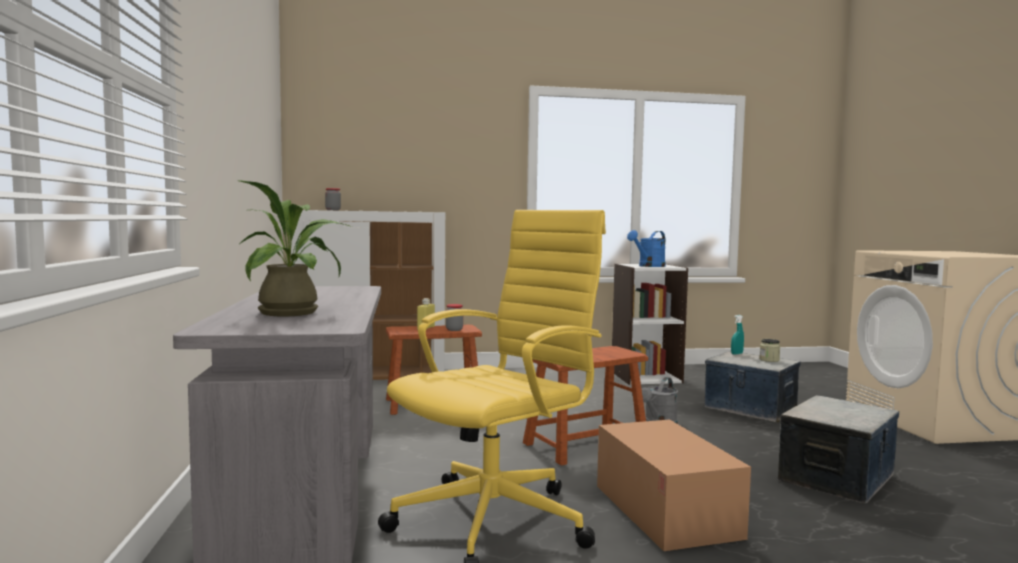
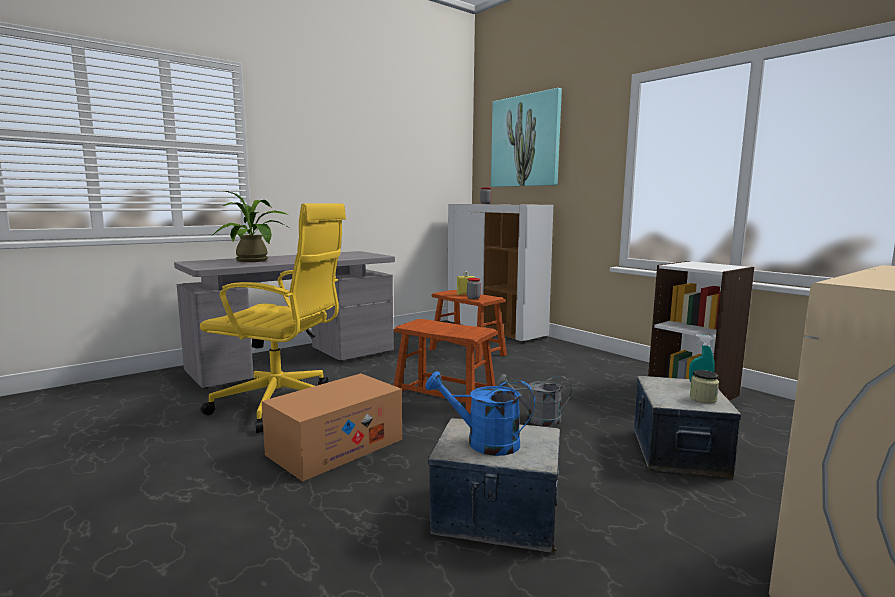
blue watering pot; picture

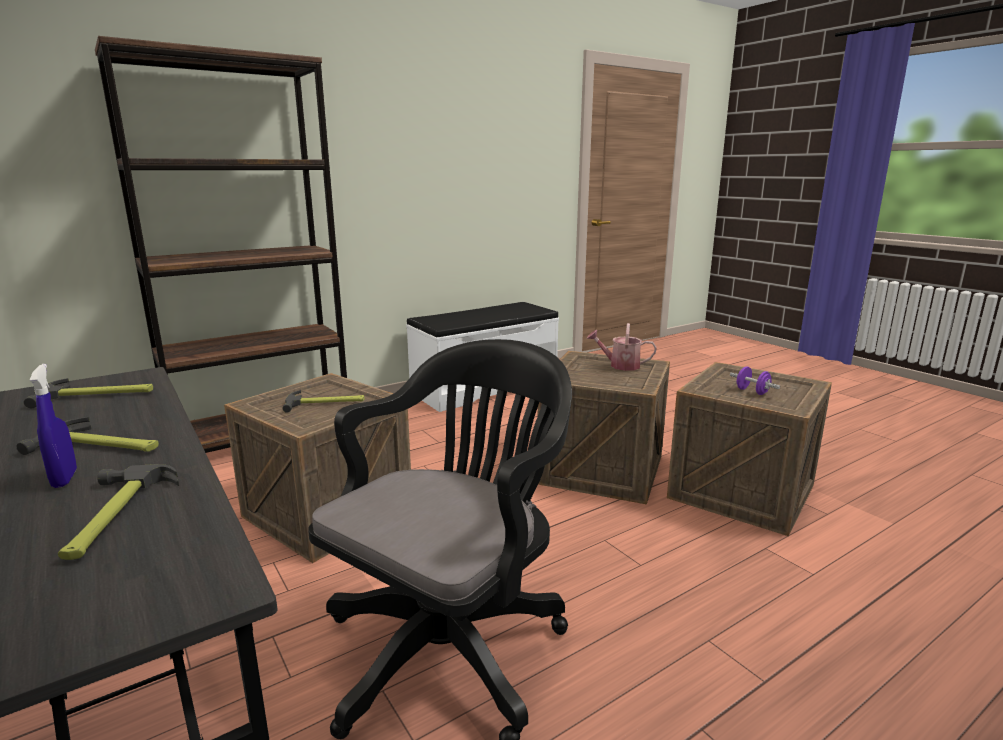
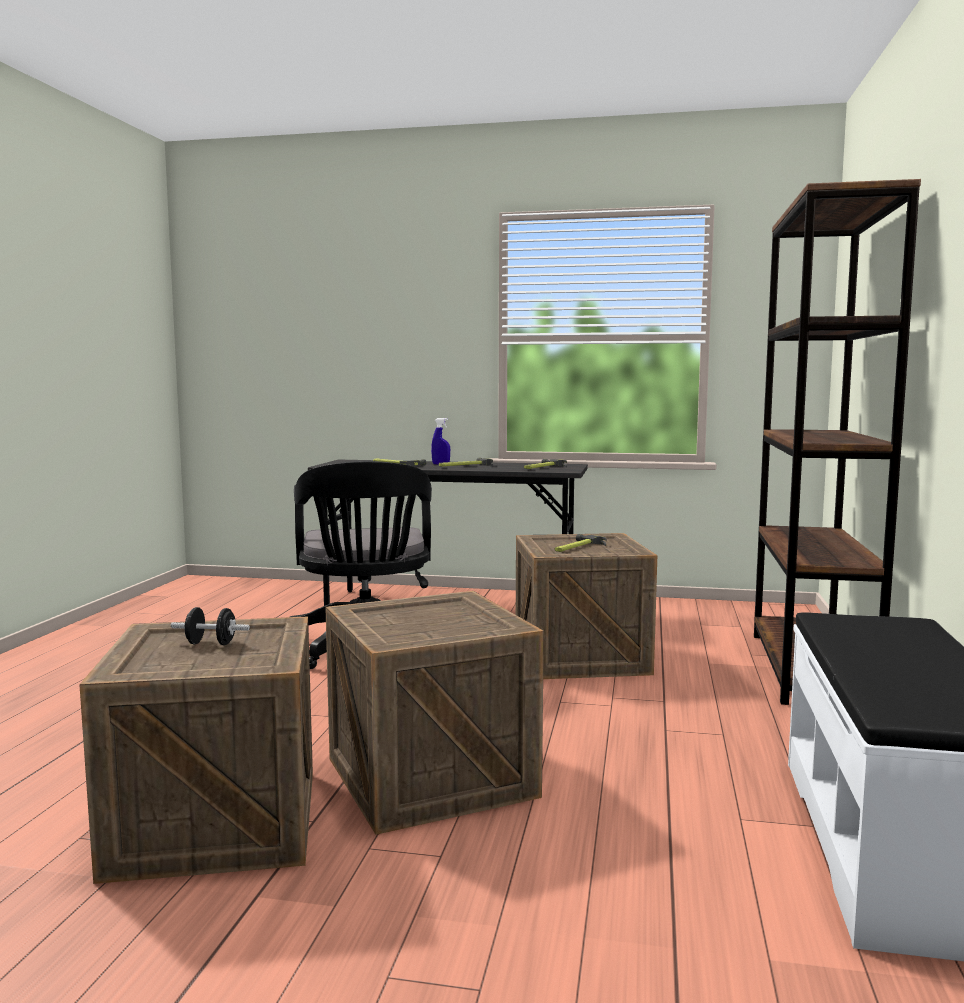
watering pot; blackish free weight

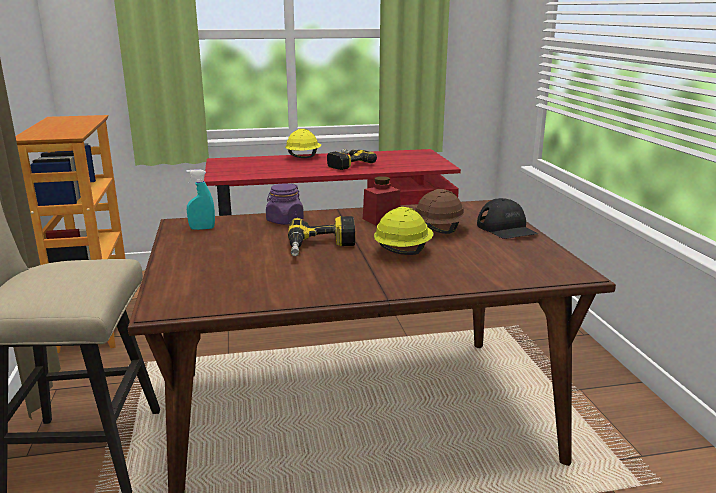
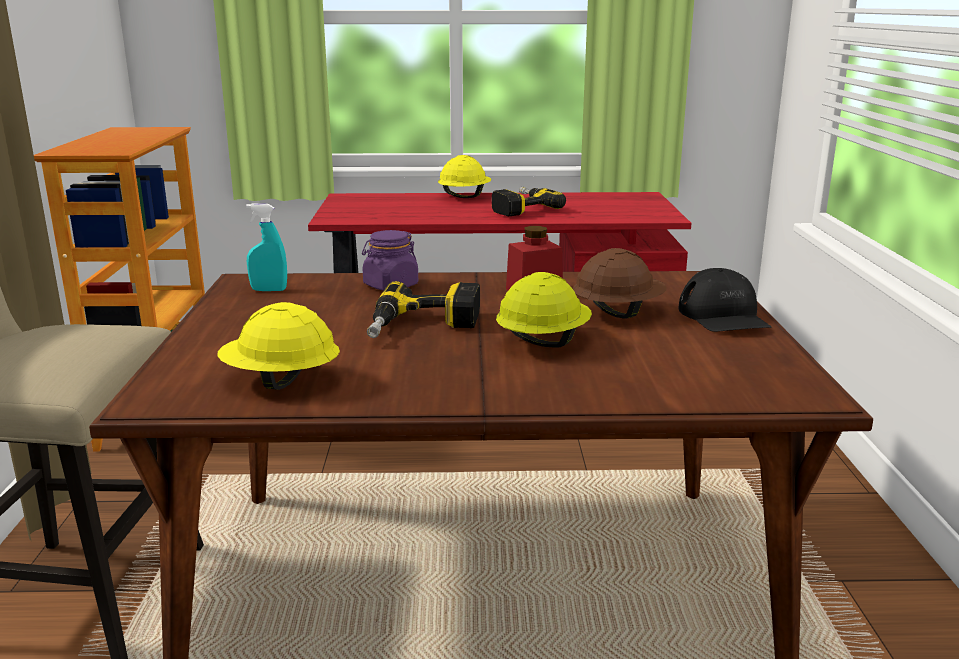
yellow hard hat (1st from left)

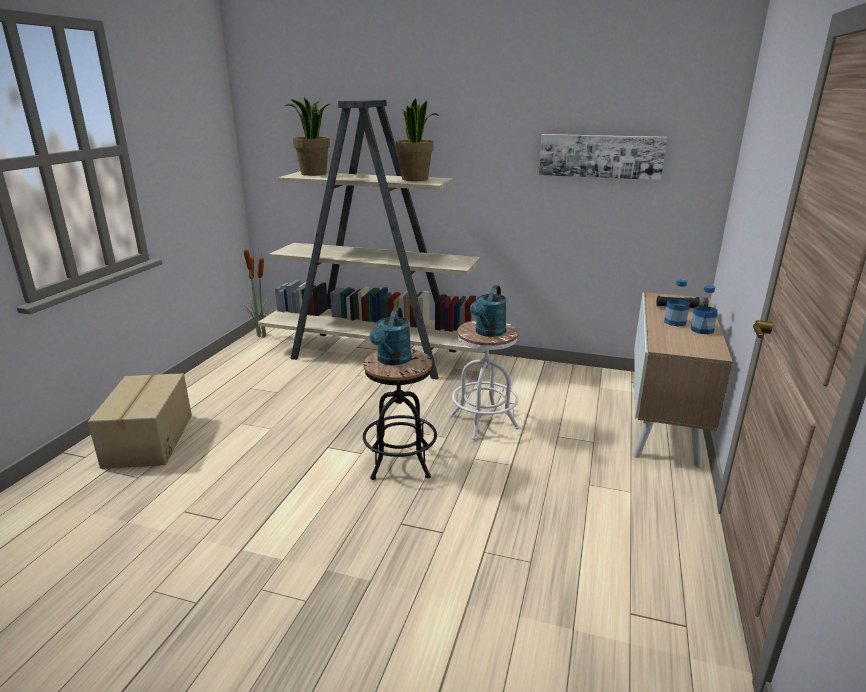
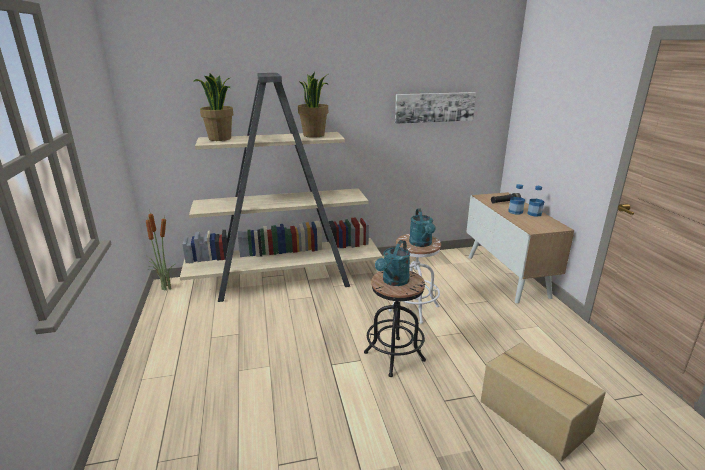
cardboard box; turquoise watering pot (1st from left)

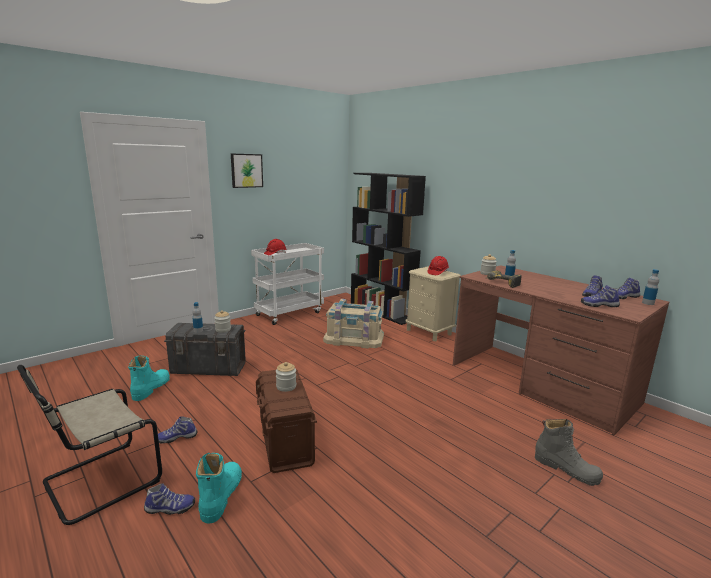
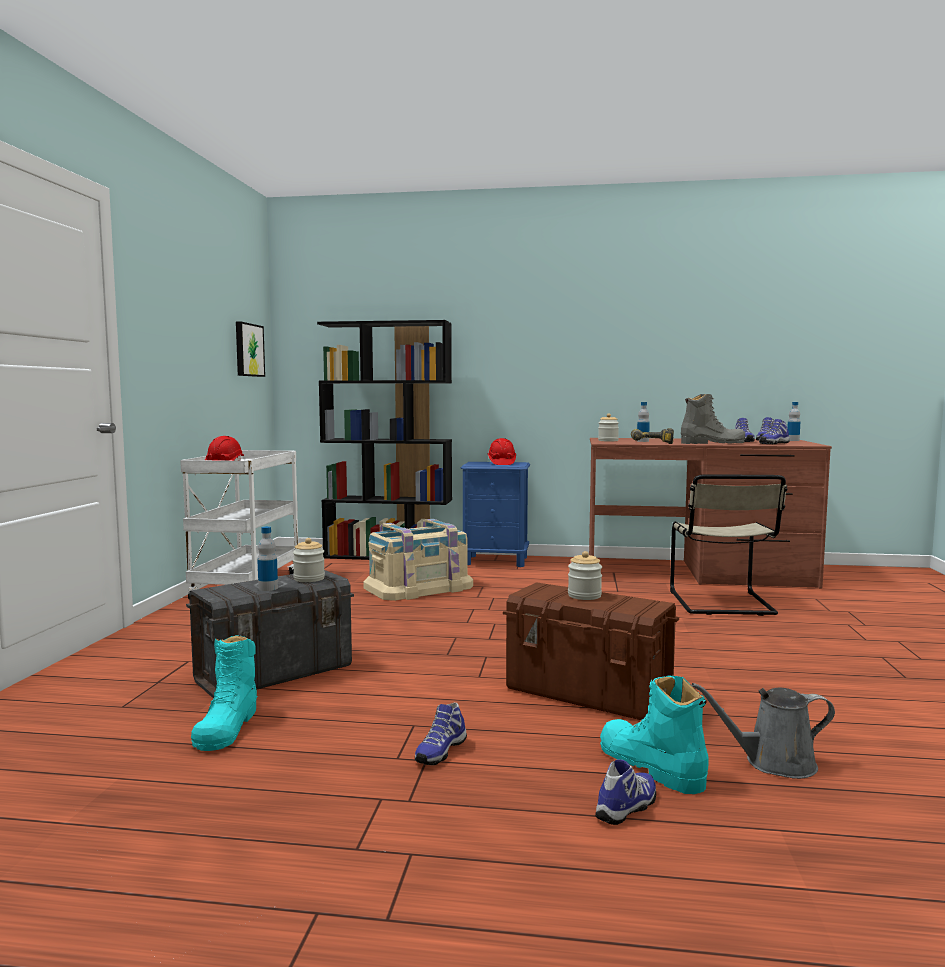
beige-coloured chair; turquoise boot (1st from left); picture; blue nightstand; gray boot; gray watering pot

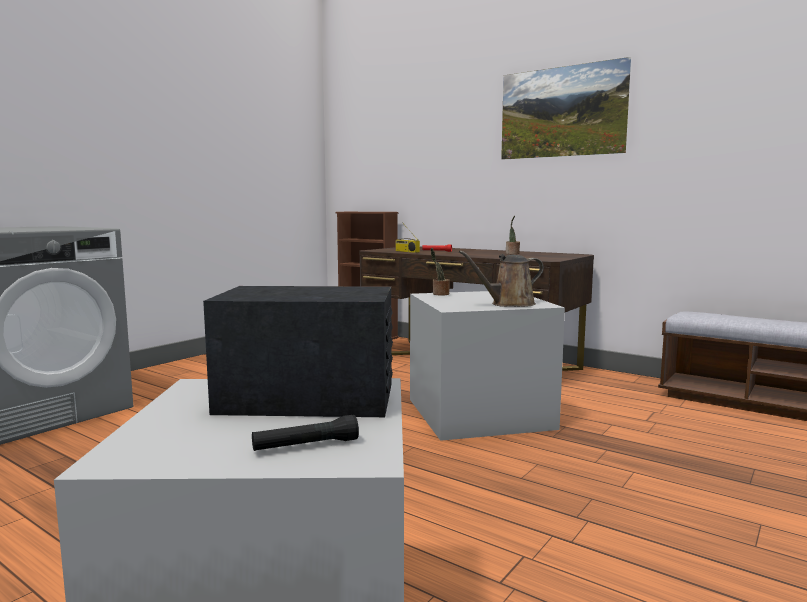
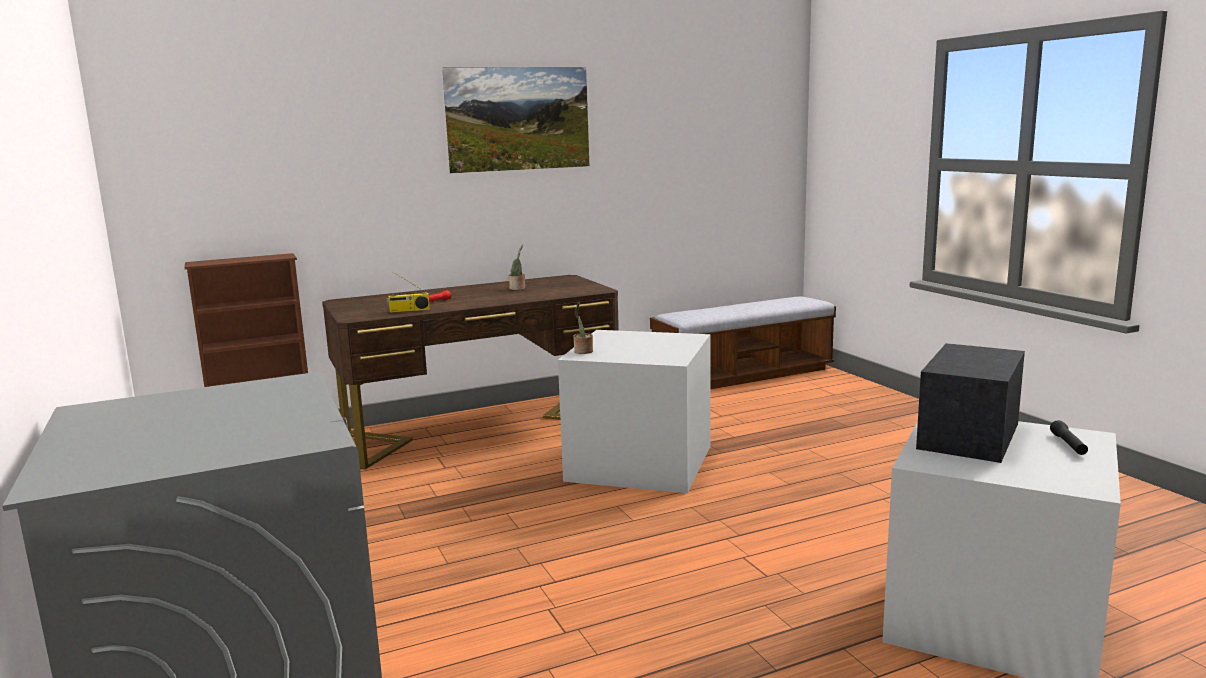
brown-coloured watering pot

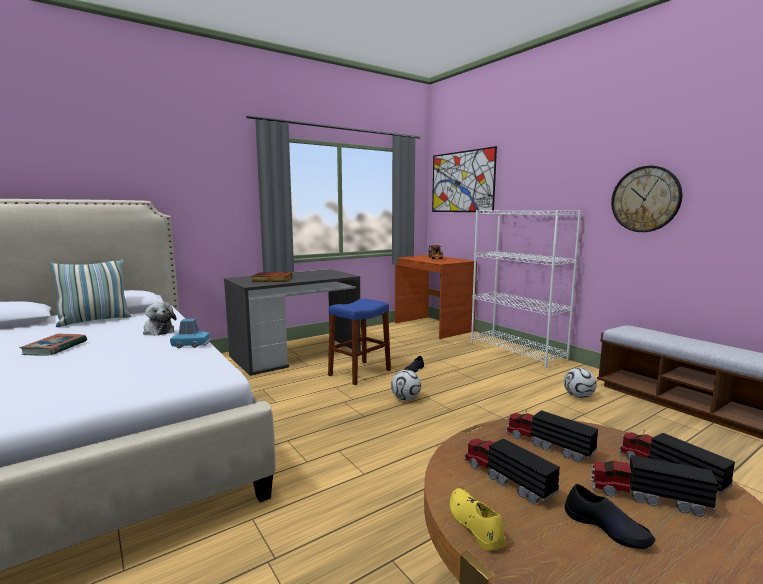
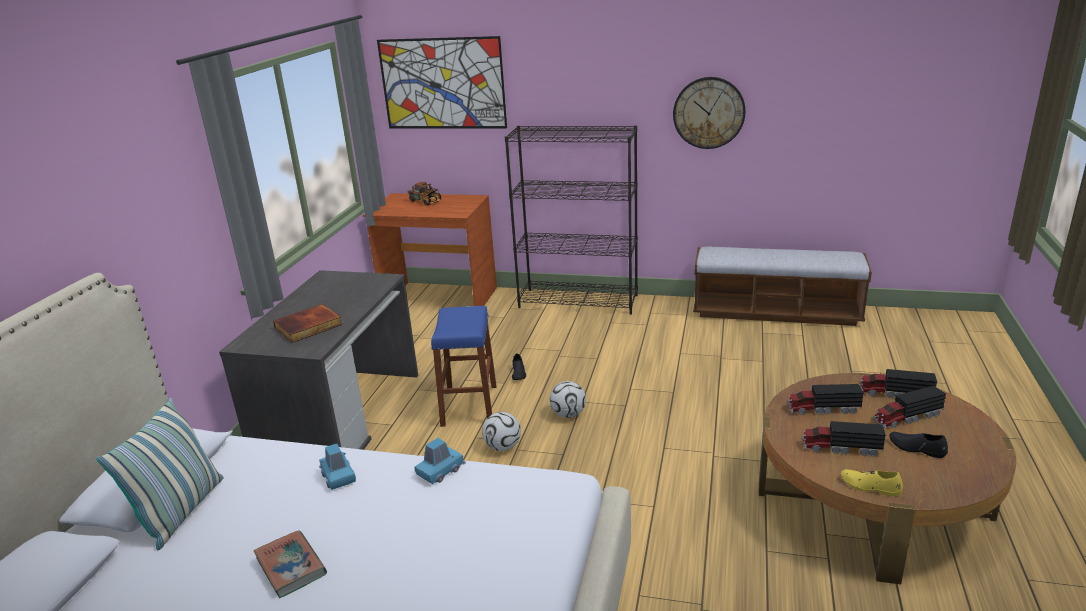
blue toy car (1st from left); blackish shelving unit; ball for football (1st from left); blackish item of footwear (2nd from left)

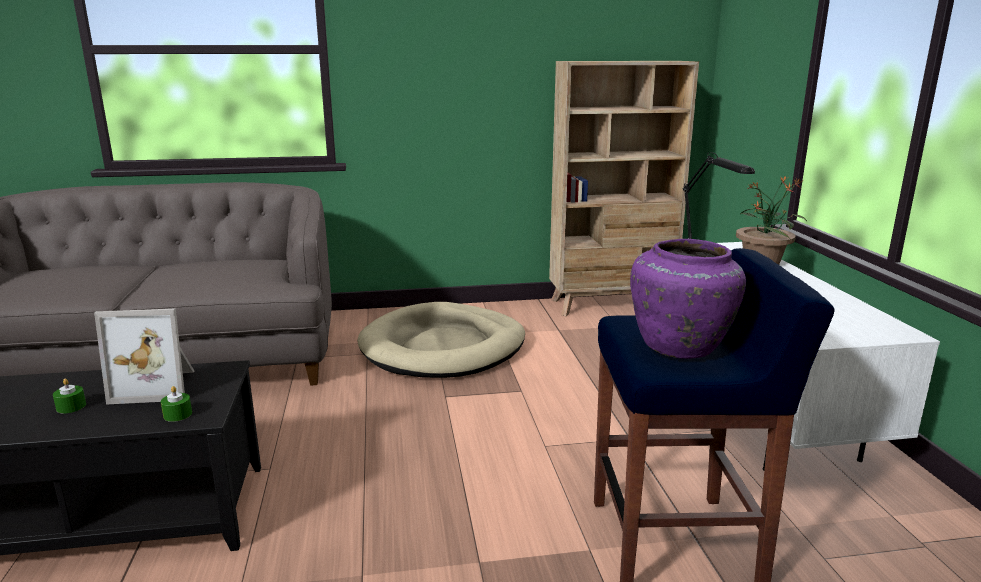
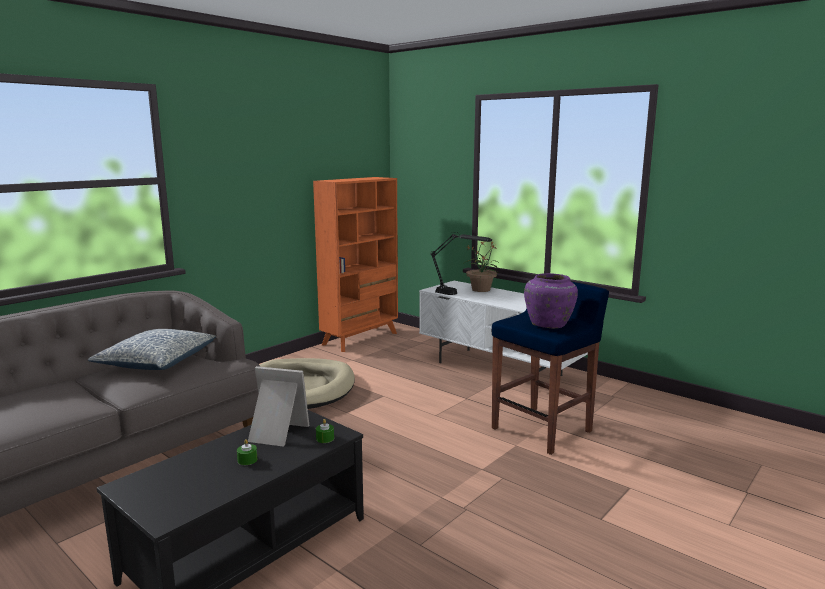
standing frame; orangey shelving unit; pillow

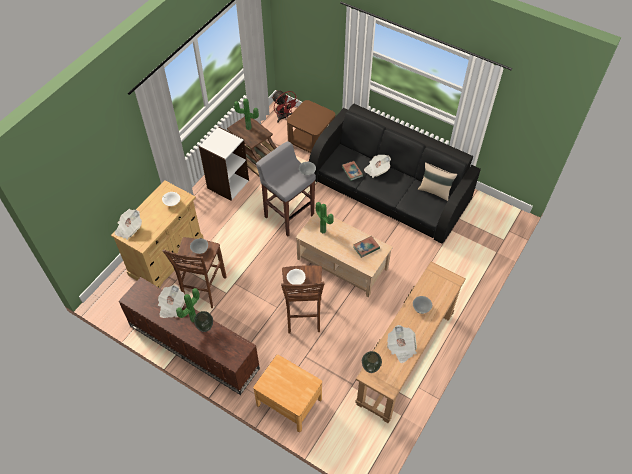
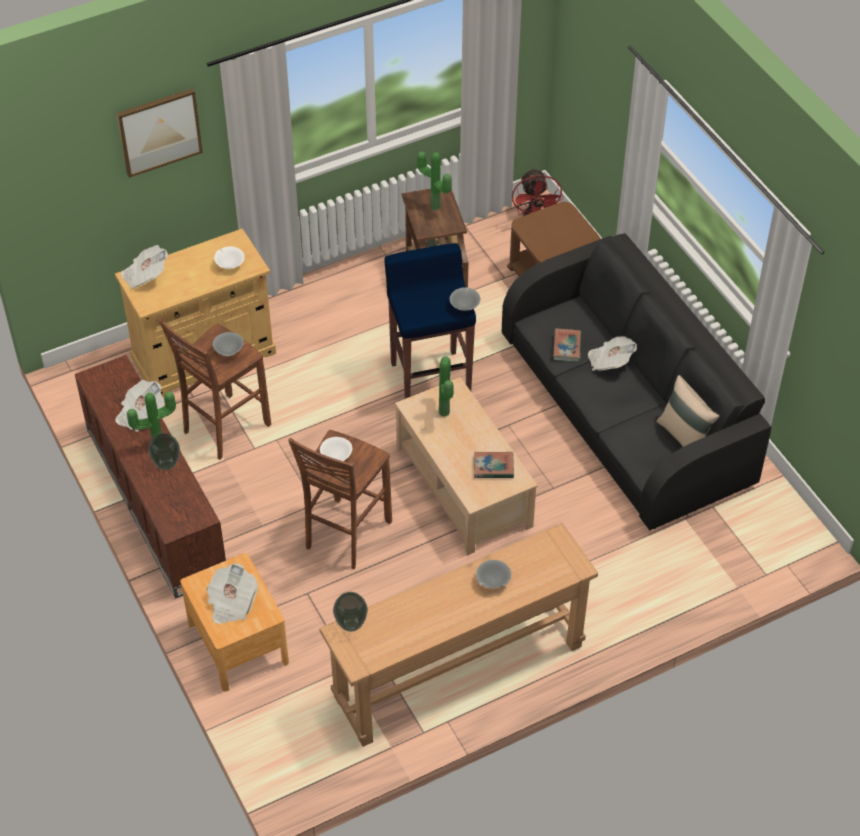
white-coloured shelving unit; blue sitting stool; printed paper (3rd from left); picture

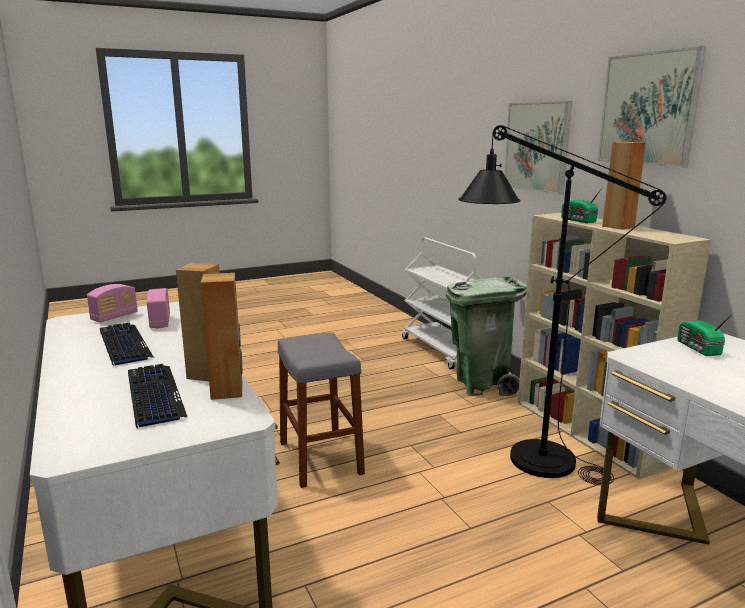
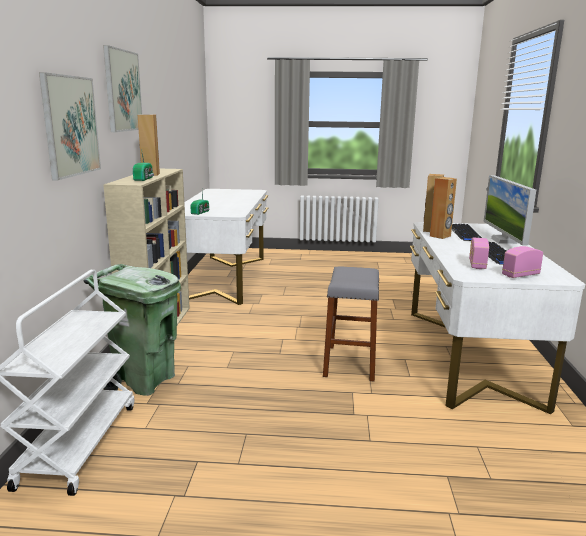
blackish standing lamp; monitor

